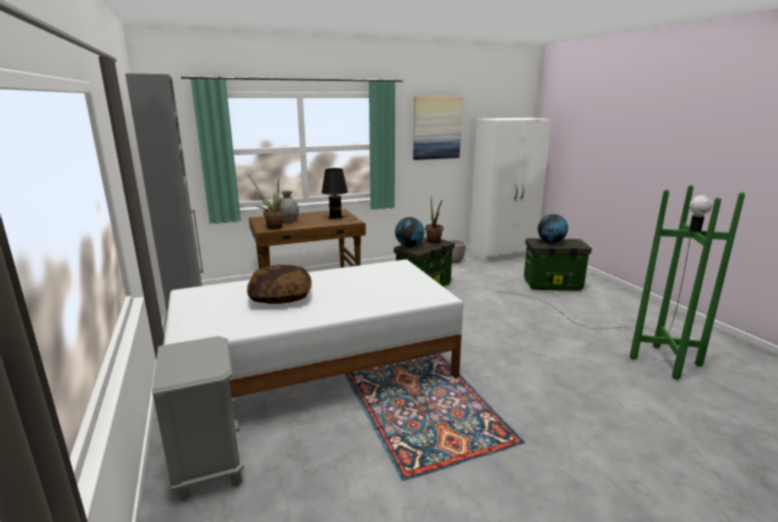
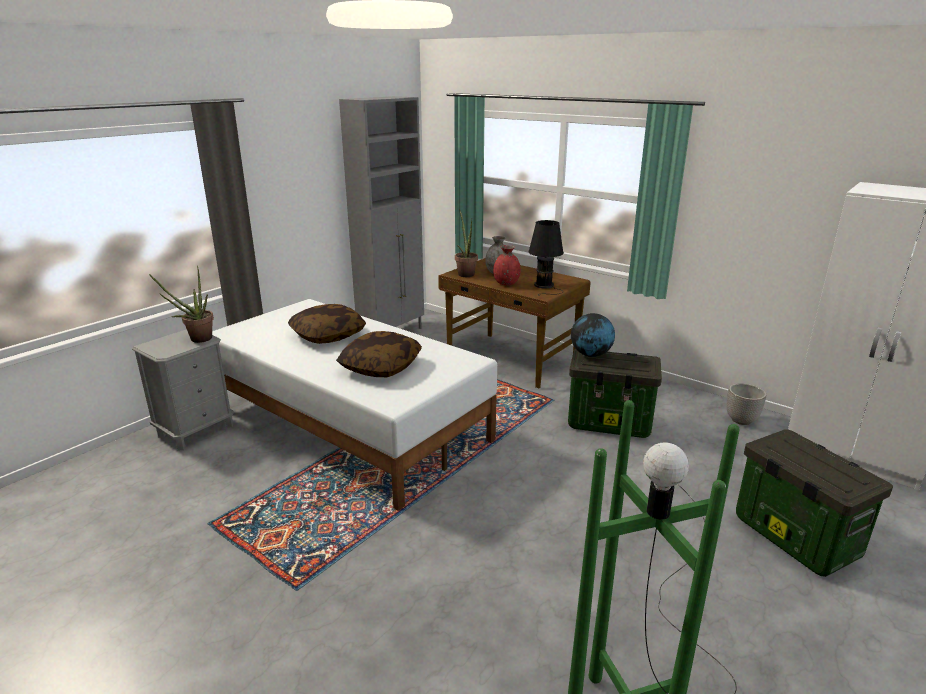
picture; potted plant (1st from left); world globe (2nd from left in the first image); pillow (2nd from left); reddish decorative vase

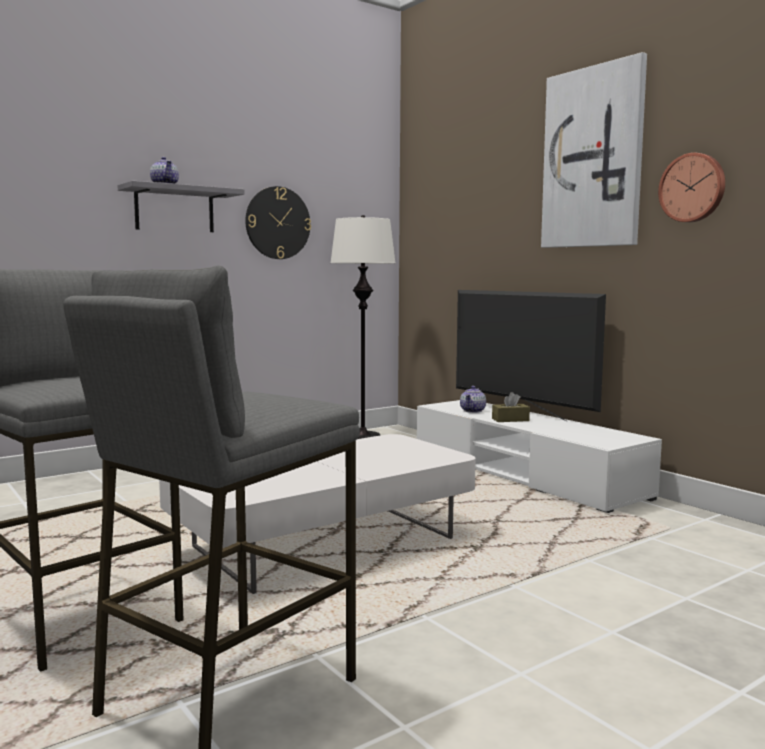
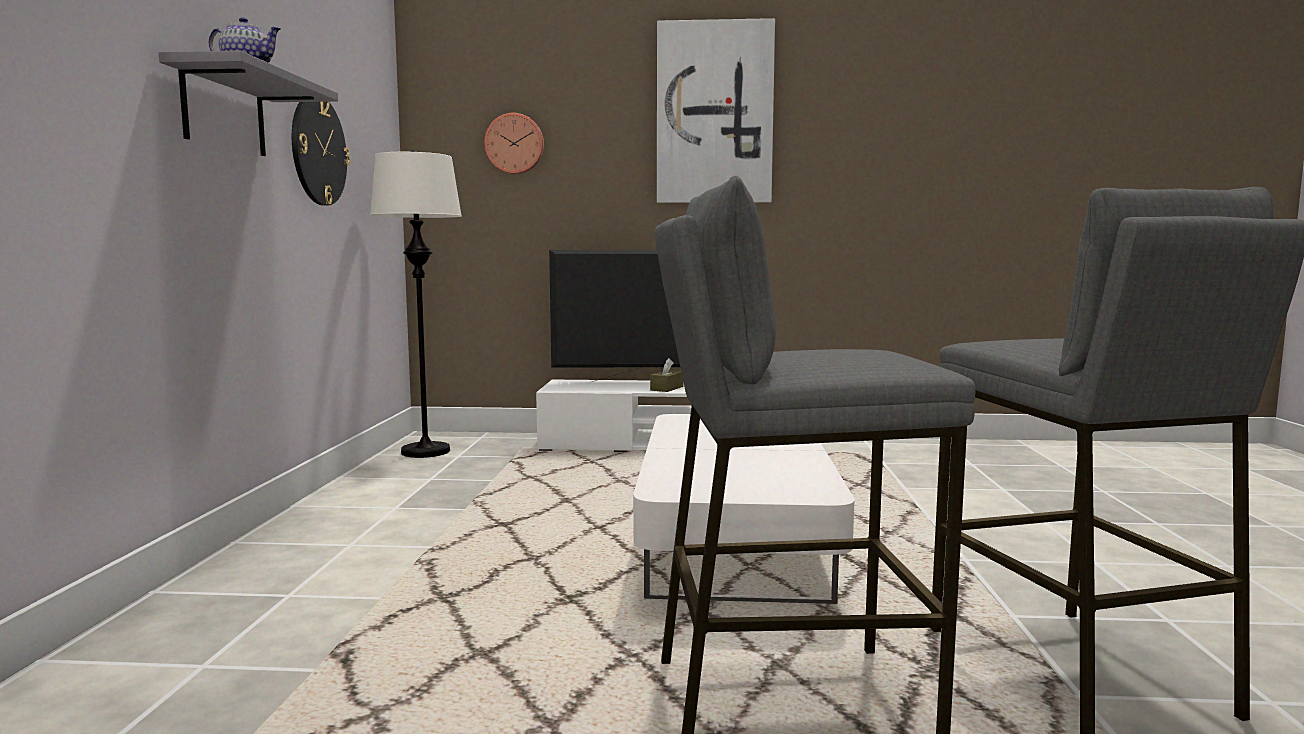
teapot (2nd from left in the first image); clock on the wall (2nd from left)

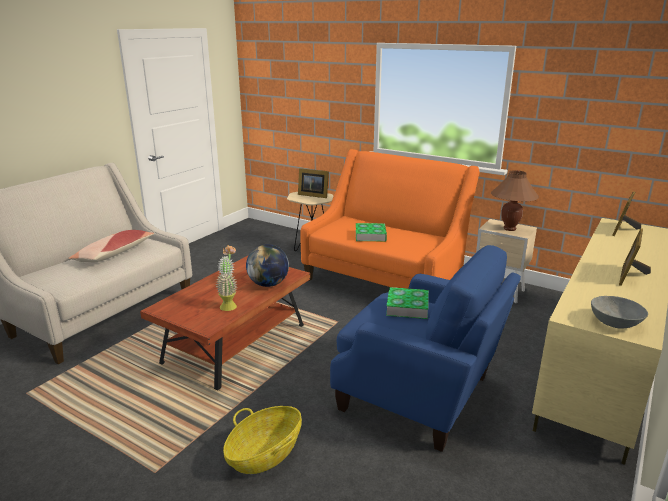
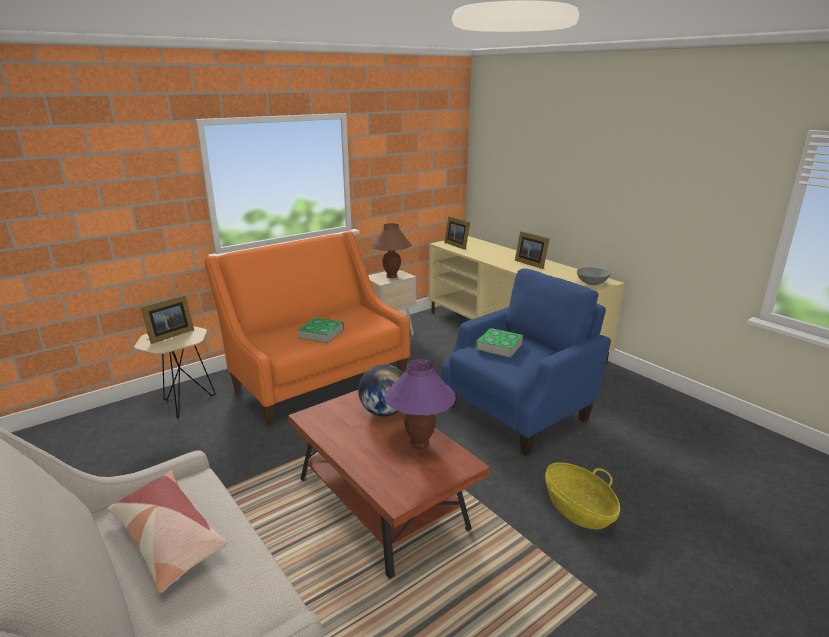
purple-coloured tabletop lamp

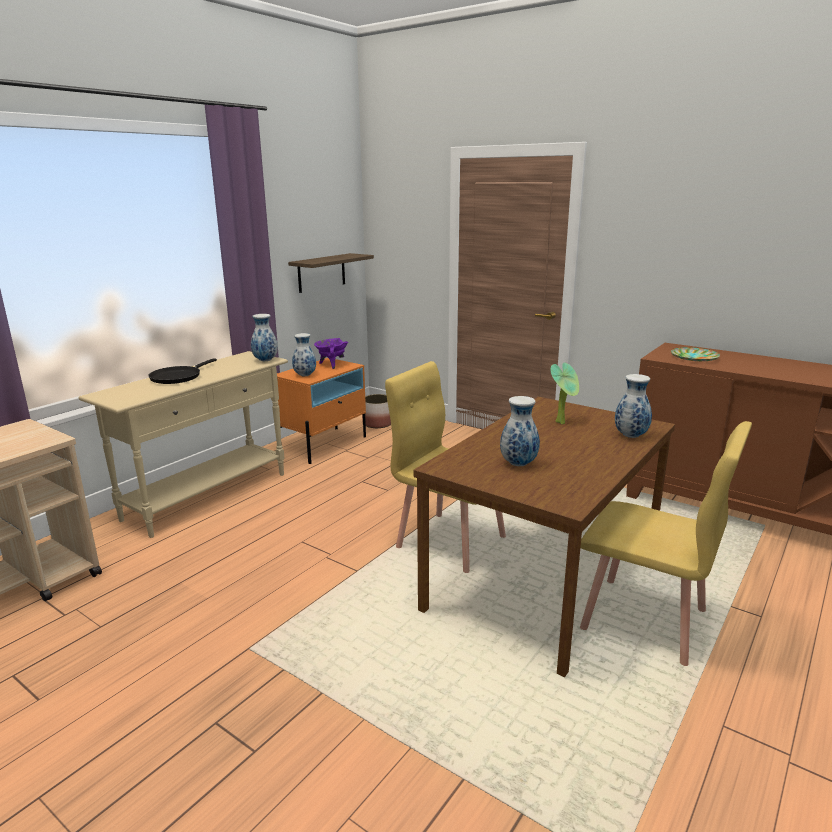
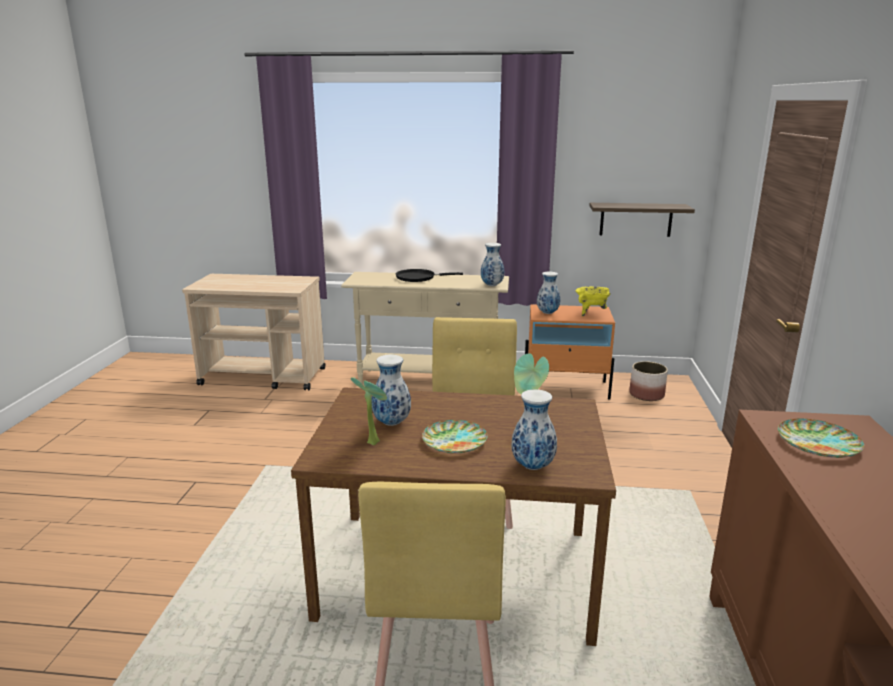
yellow stockpot; potted plant (1st from left); dinner plate (1st from left)

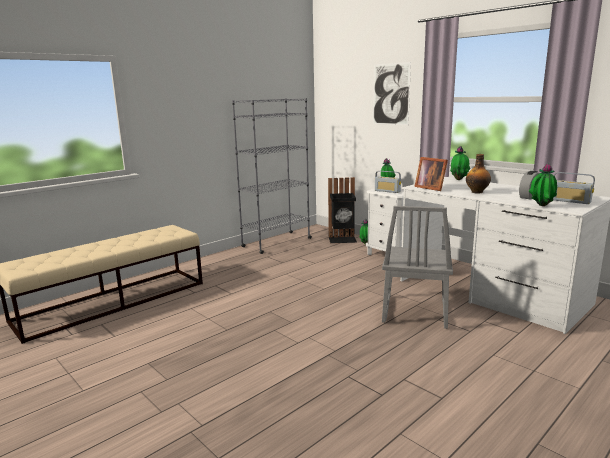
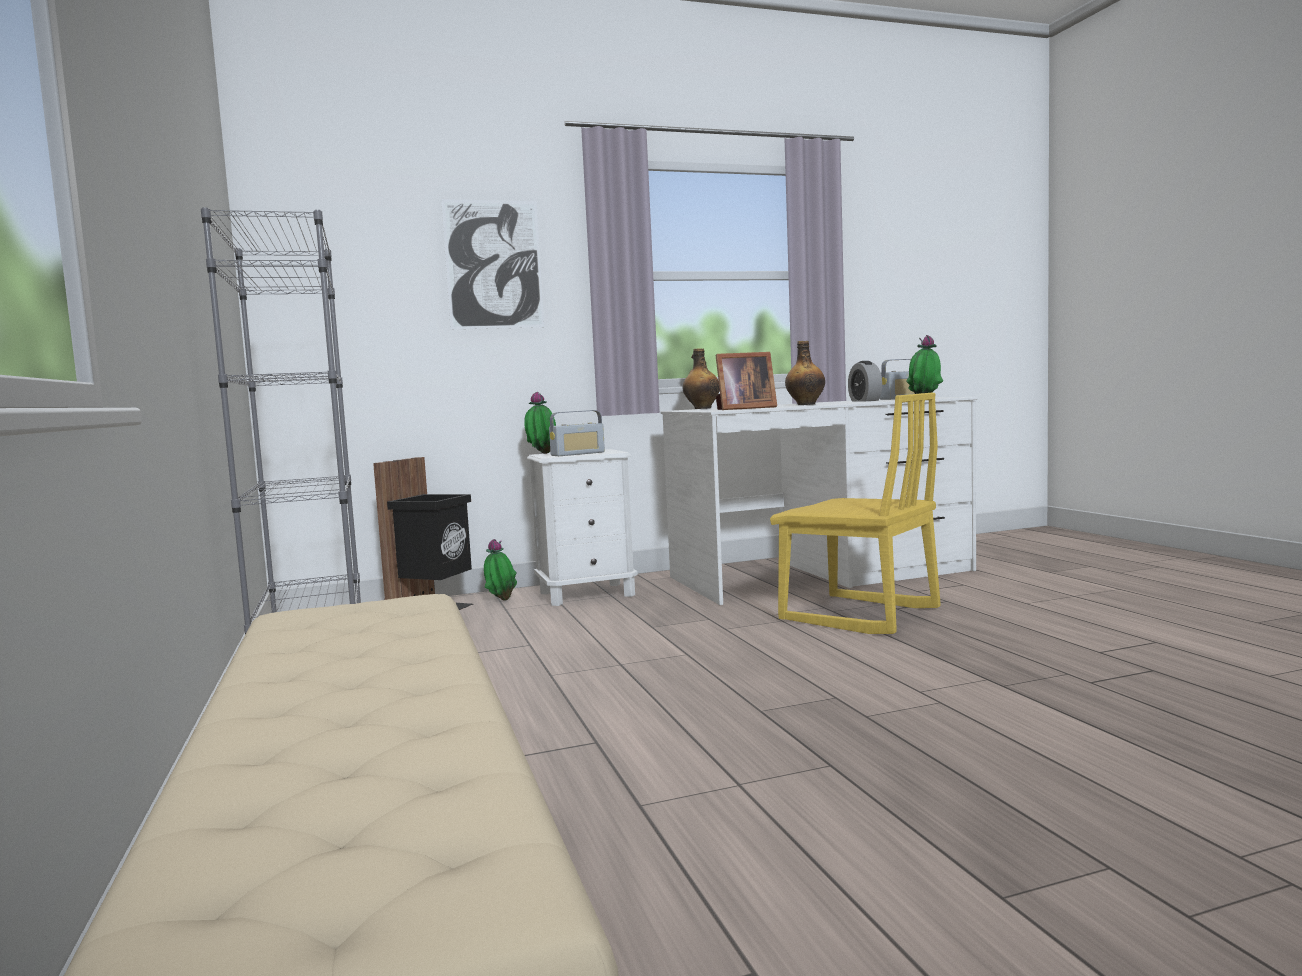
yellow chair; beverage bottle (1st from left)

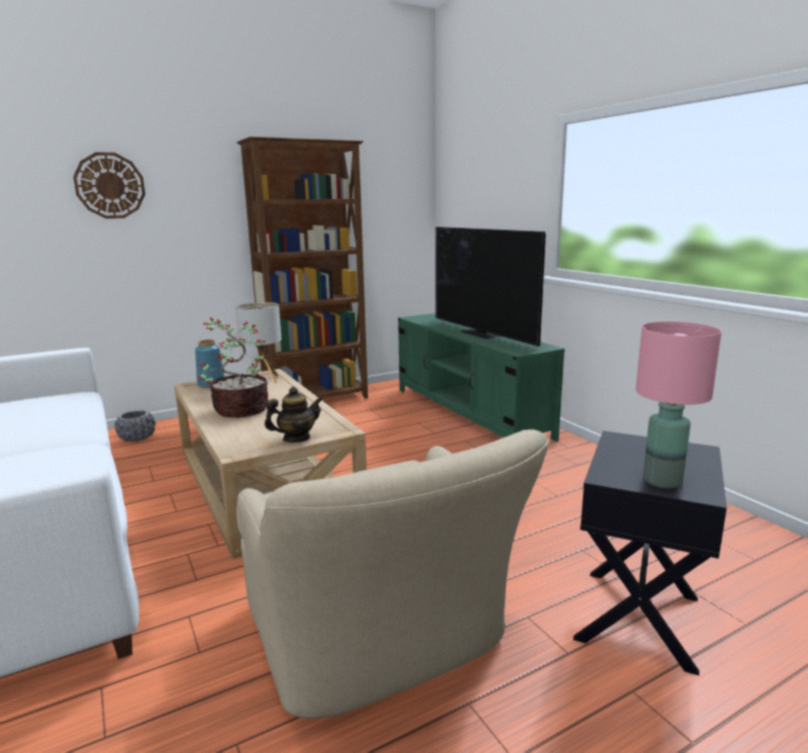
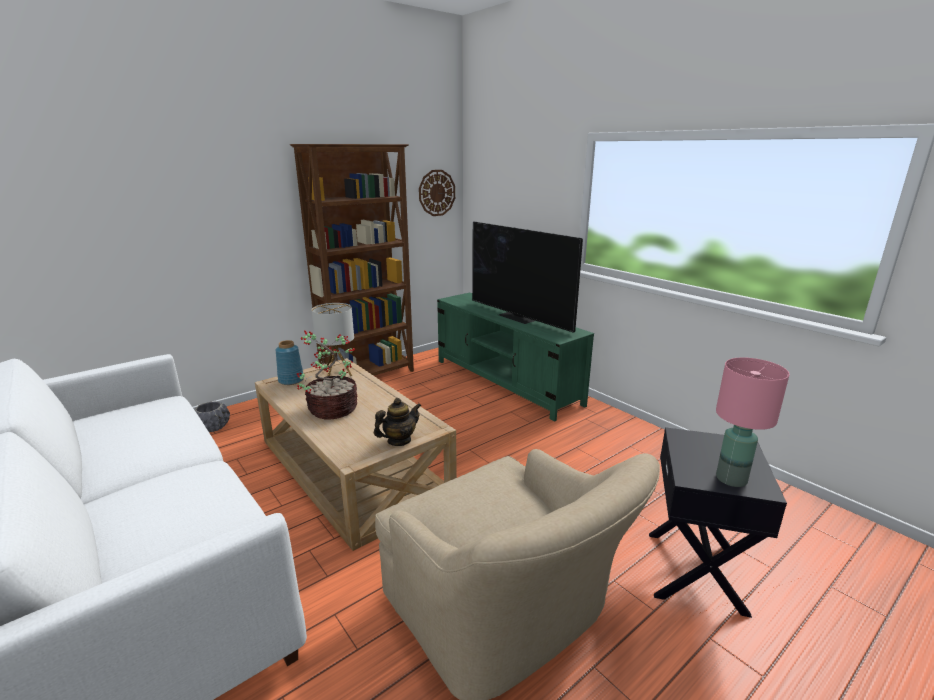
clock on the wall

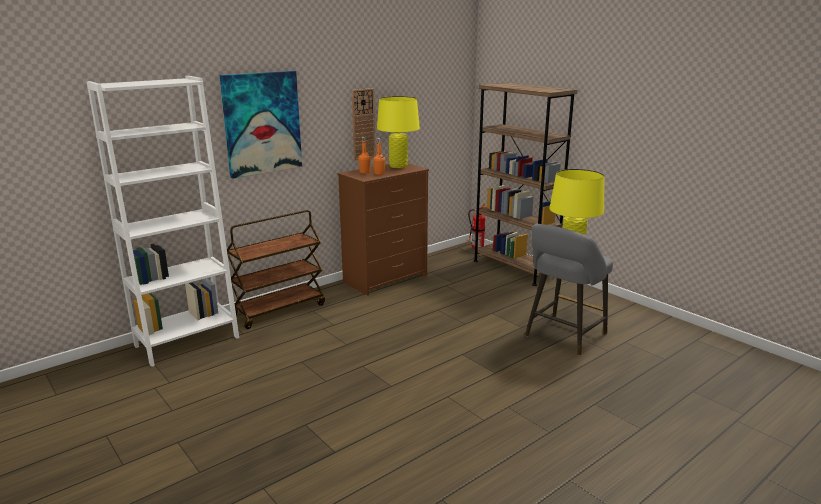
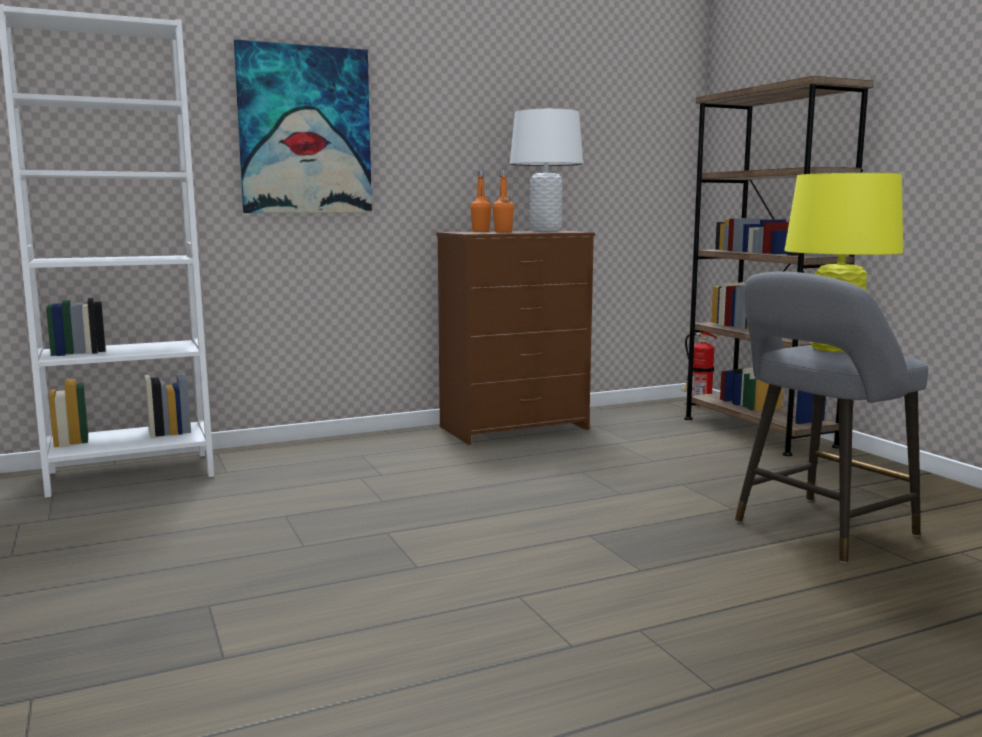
brown-coloured cart; clock on the wall; white-coloured tabletop lamp

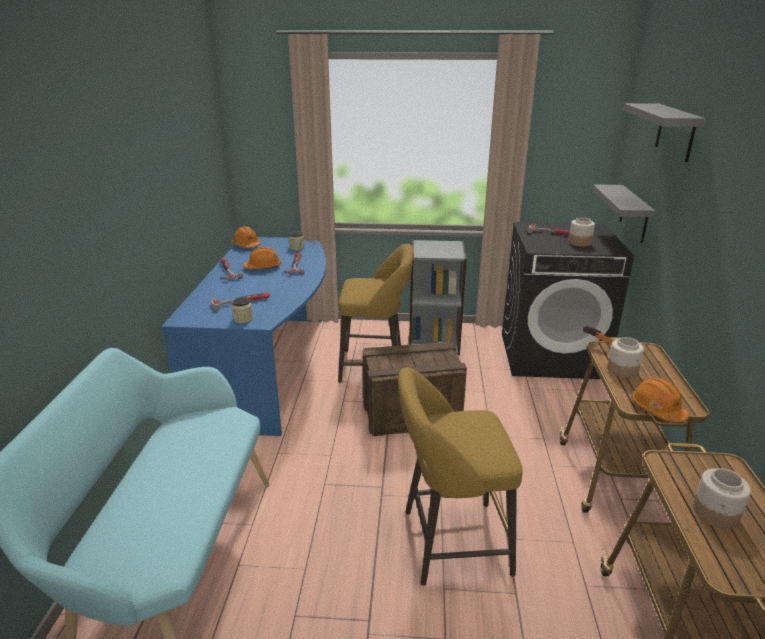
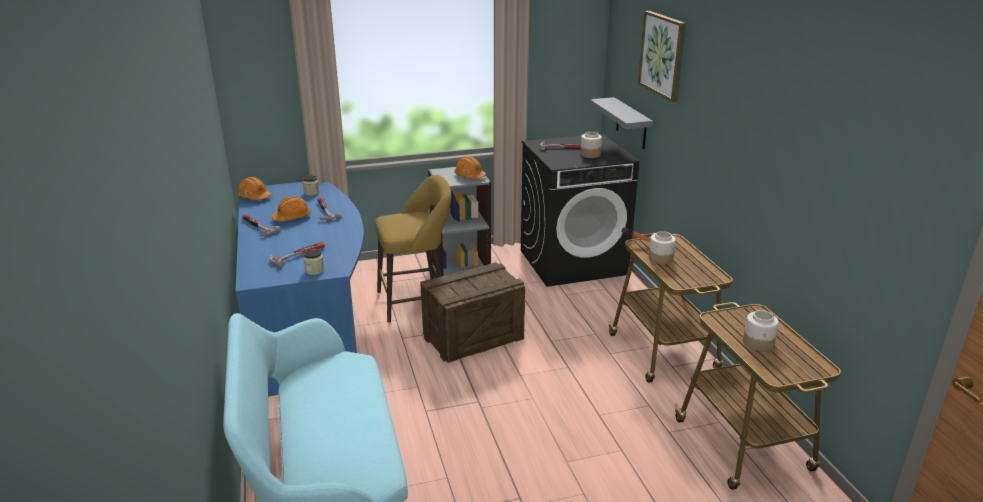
yellow sitting stool (2nd from left in the first image); picture; orangey hard hat (3rd from left)

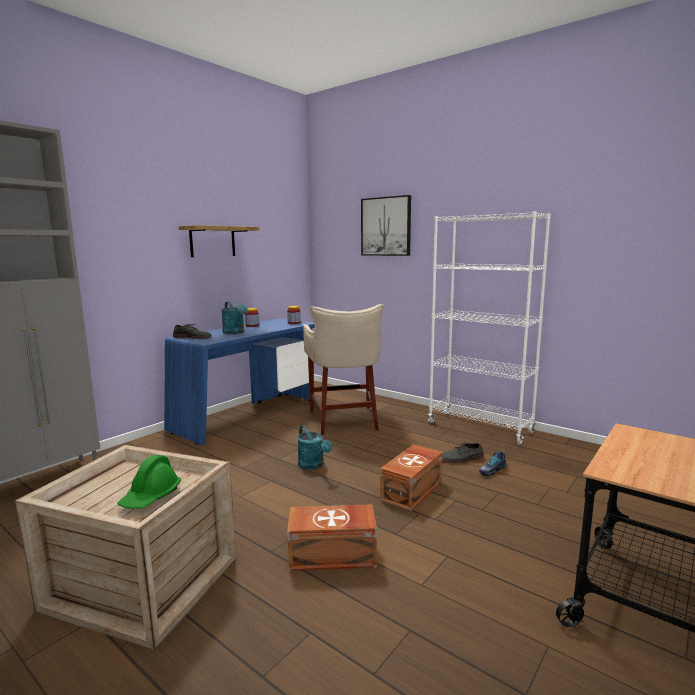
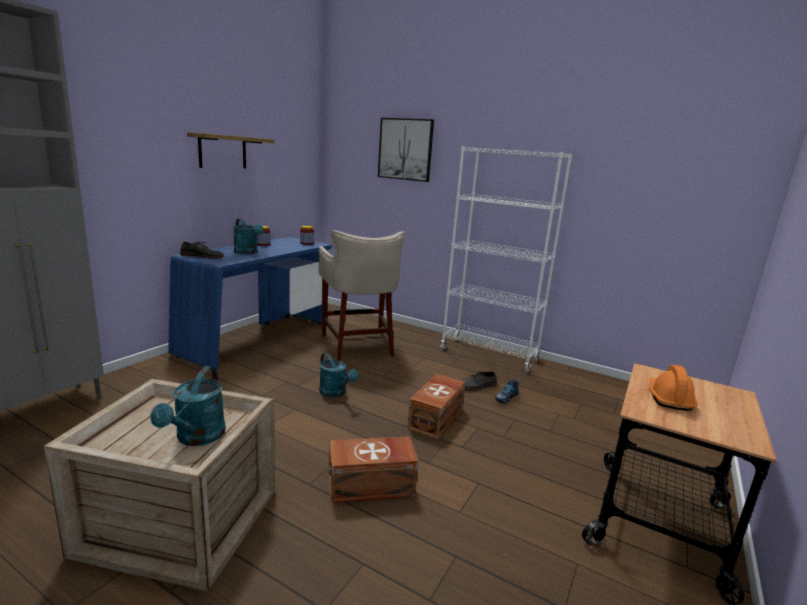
turquoise watering pot (1st from left); orangey hard hat

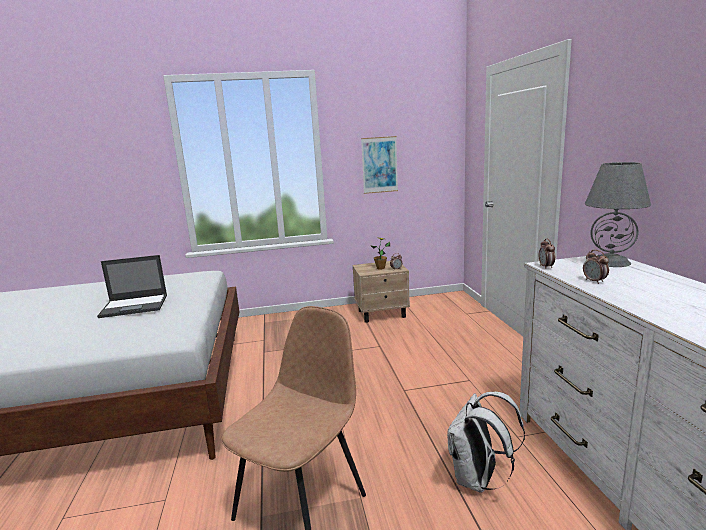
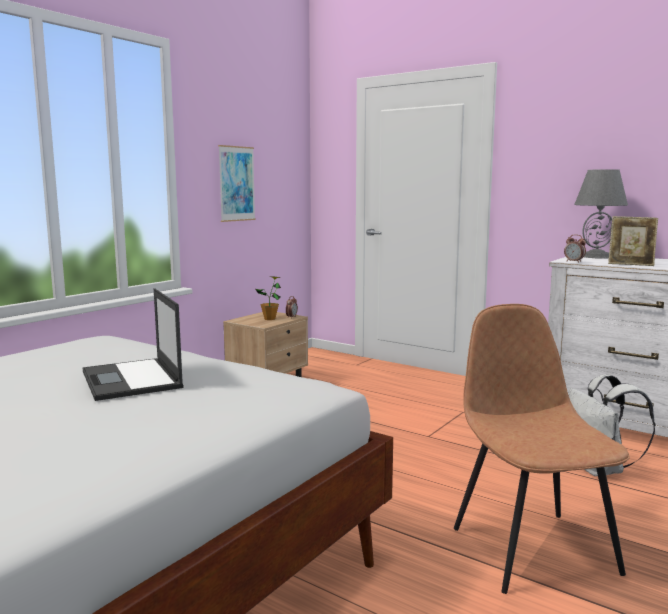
notebook computer; standing frame

